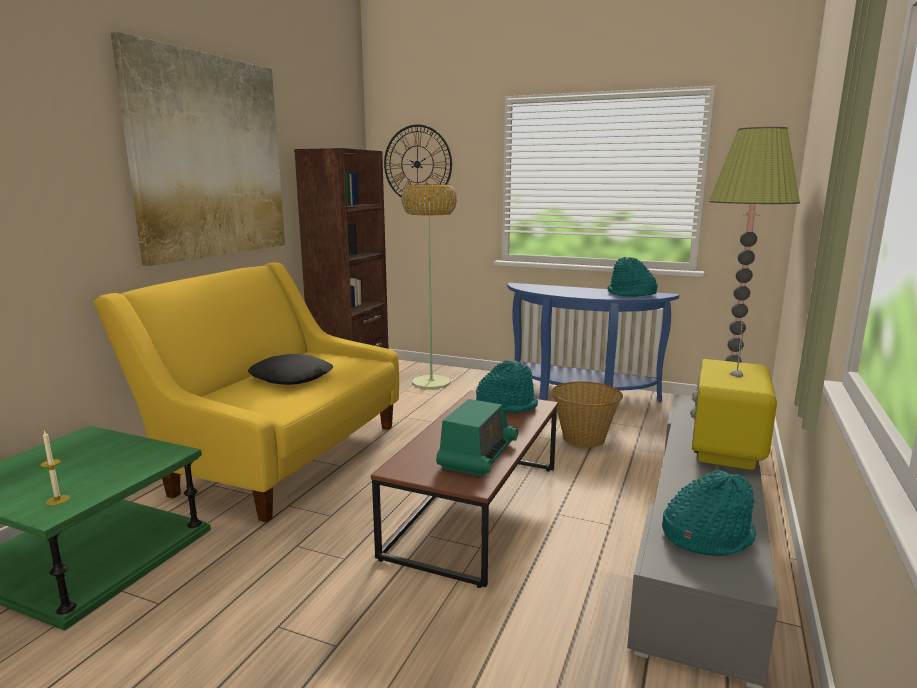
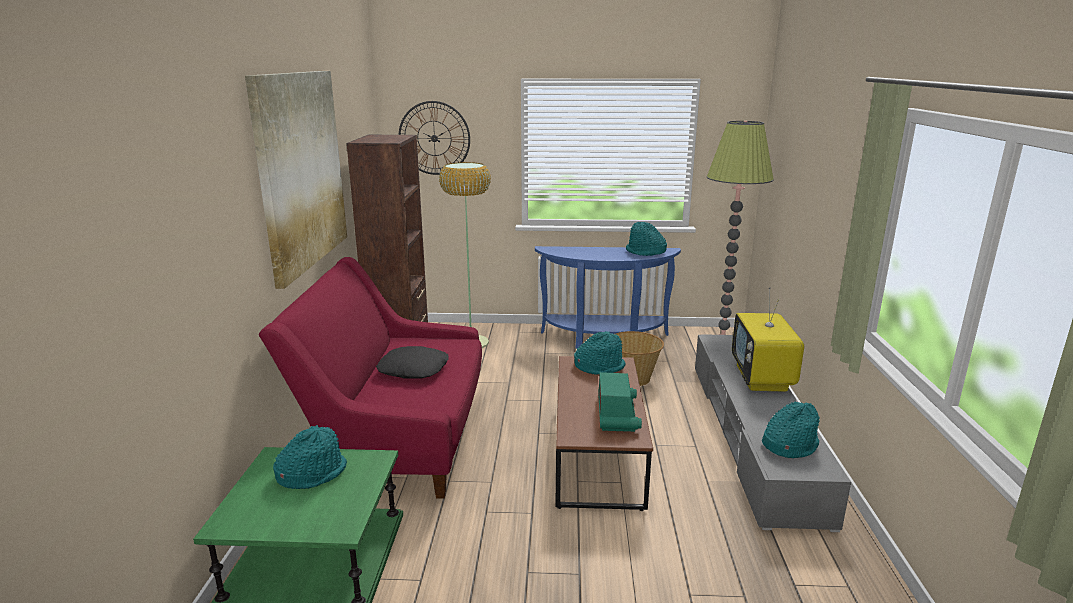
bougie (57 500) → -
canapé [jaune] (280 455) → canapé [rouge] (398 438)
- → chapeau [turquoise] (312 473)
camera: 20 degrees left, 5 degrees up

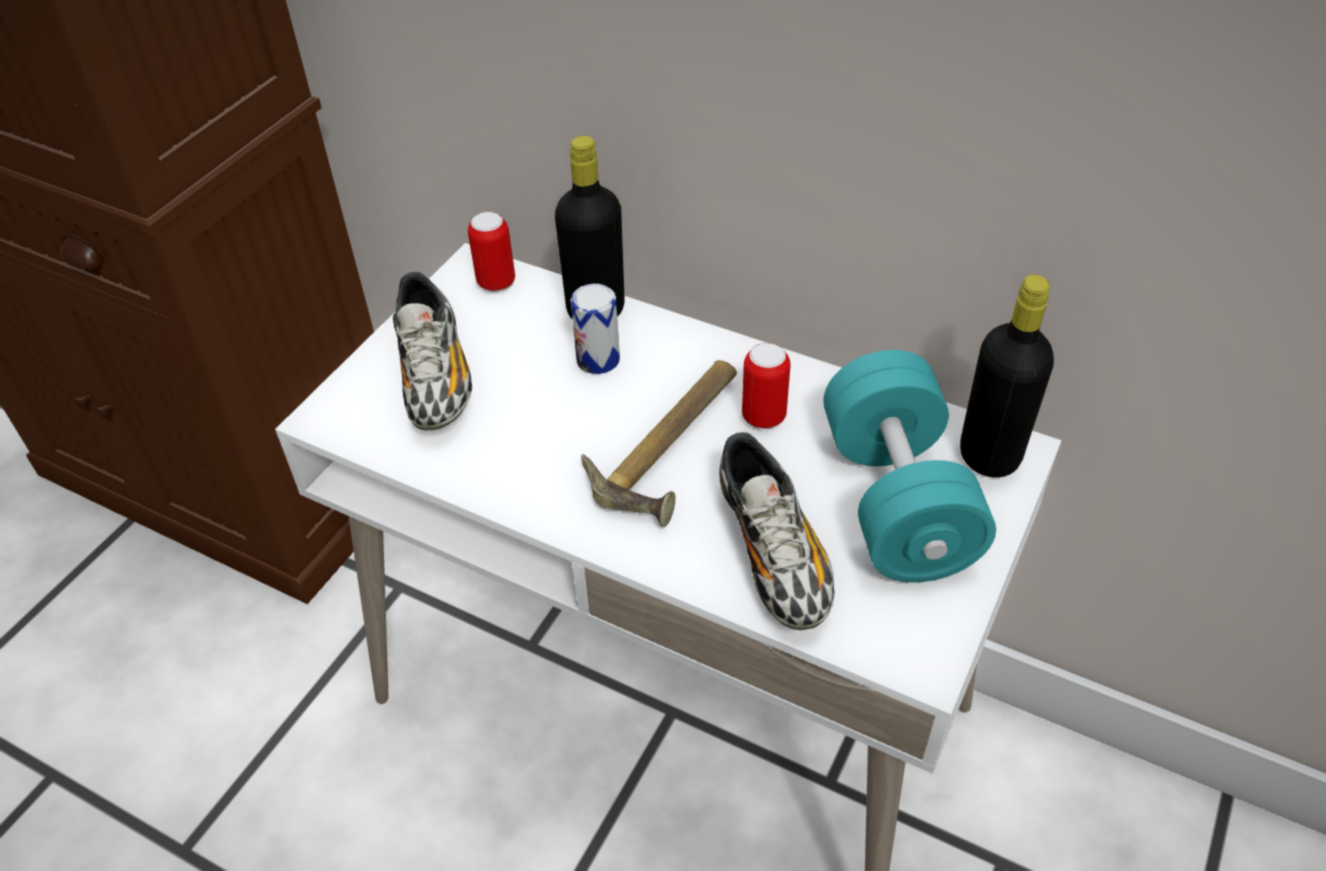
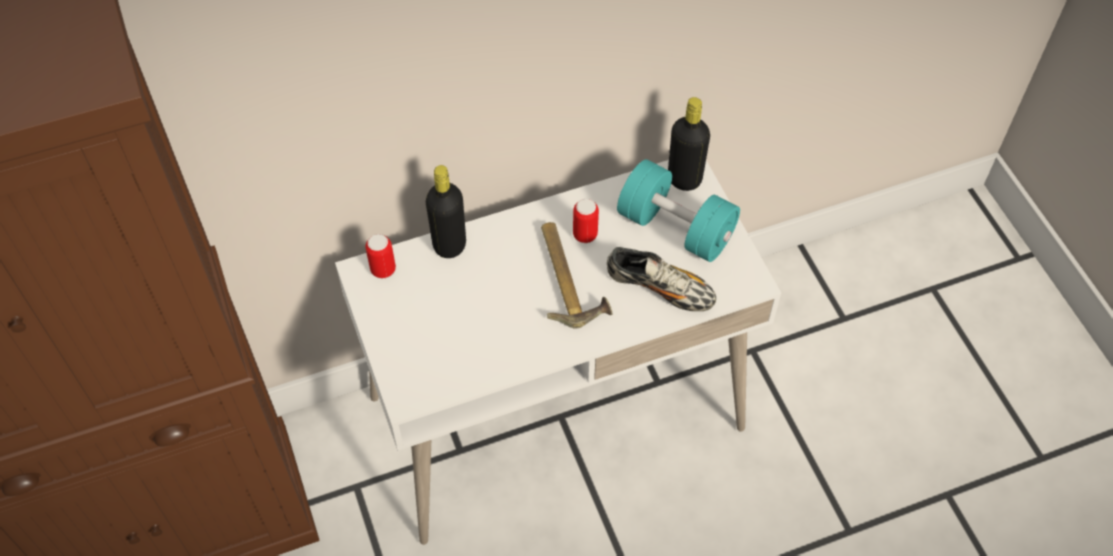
chaussure (435 378) → -
boîte métallique (598 359) → -
camera: 50 degrees left, 10 degrees up

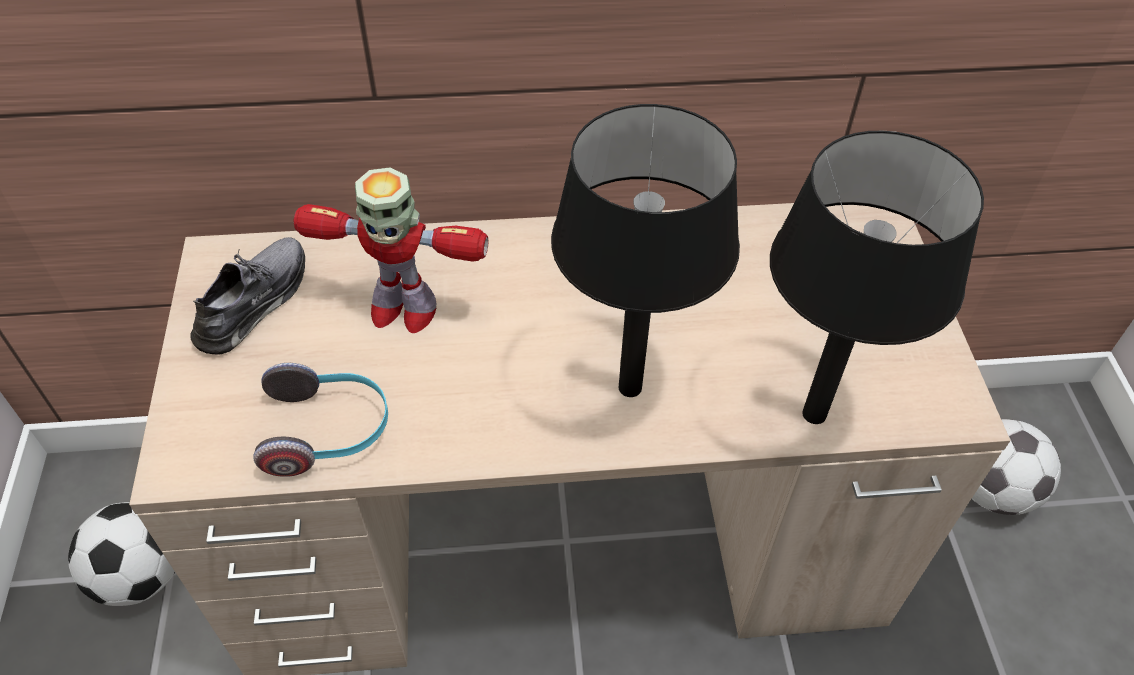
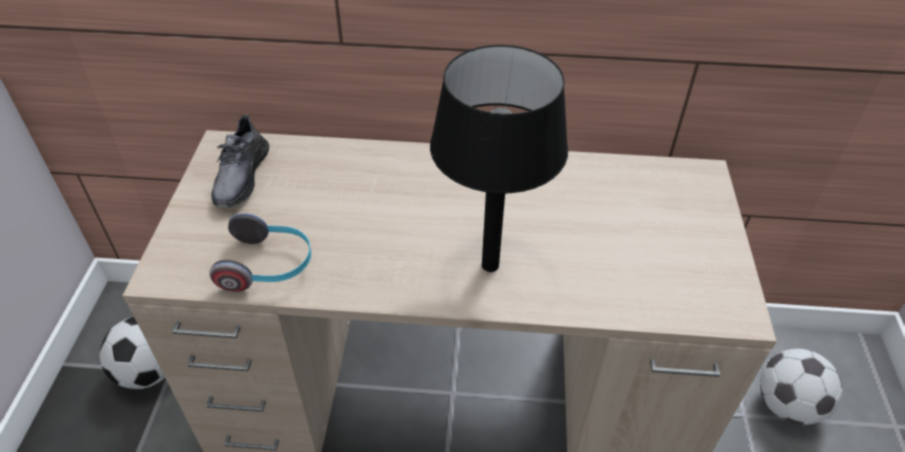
chaussure [gris] (255 302) → chaussure [gris] (241 176), 150 degrees clockwise
robot jouet (402 309) → -
lampe de table [noir] (814 415) → -
camera: 10 degrees right, 5 degrees down

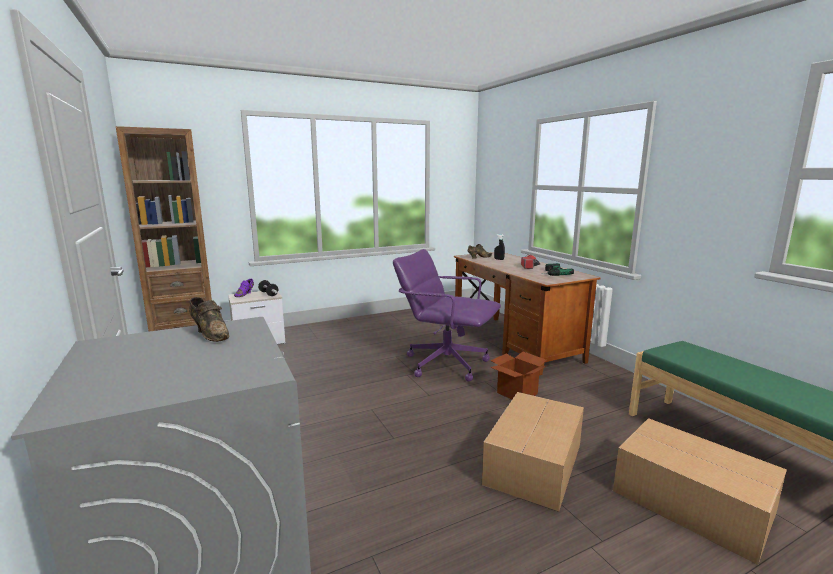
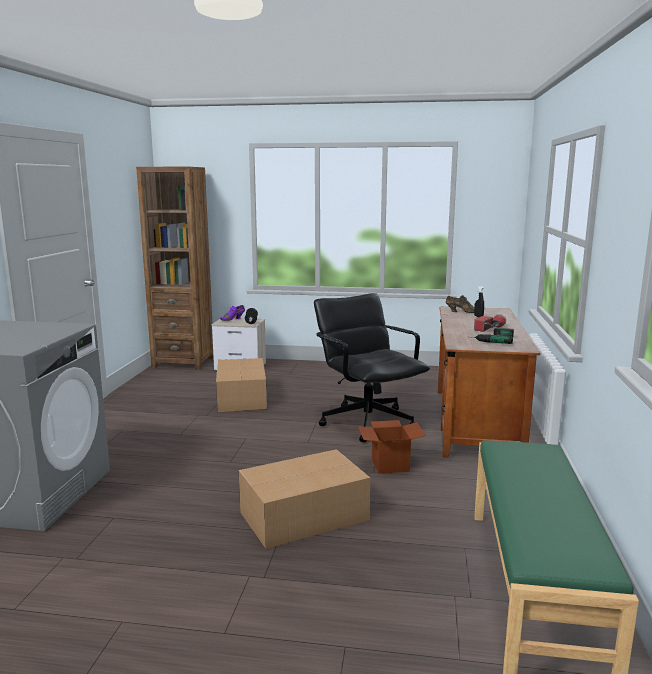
chaussure [marron] (210 334) → -
chaise de bureau [violet] (445 363) → chaise de bureau [noir] (367 422)
carton (689 501) → carton (242 397), moved
camera: 35 degrees right, 0 degrees up

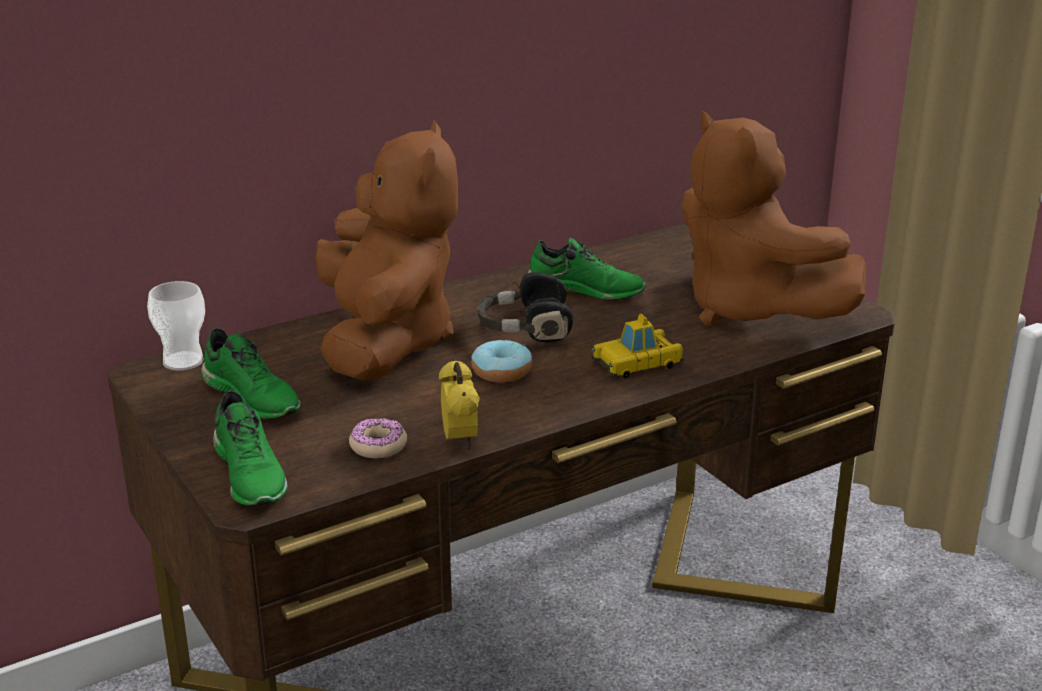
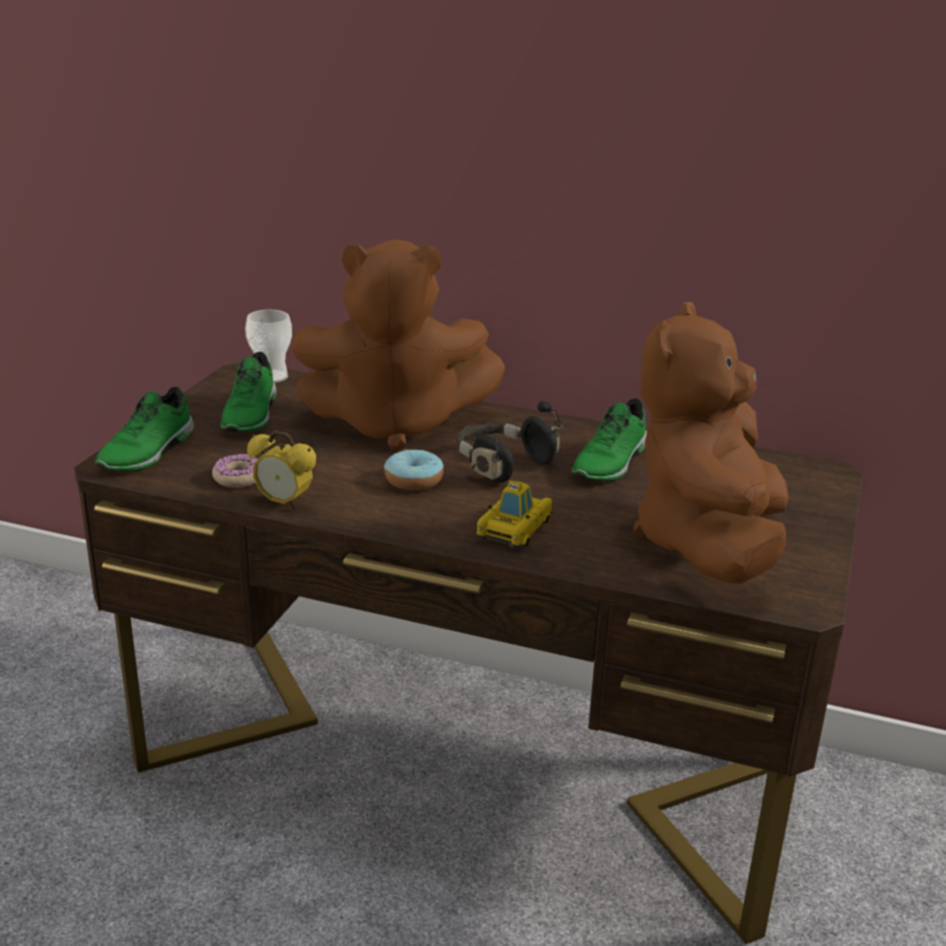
peluche [marron] (385 342) → peluche [marron] (395 424), 45 degrees clockwise
réveil (460 441) → réveil (284 503), 75 degrees clockwise
chaussure [vert] (586 290) → chaussure [vert] (612 463), 60 degrees clockwise
petite voiture (637 363) → petite voiture (514 528), 90 degrees clockwise
camera: 50 degrees right, 0 degrees up

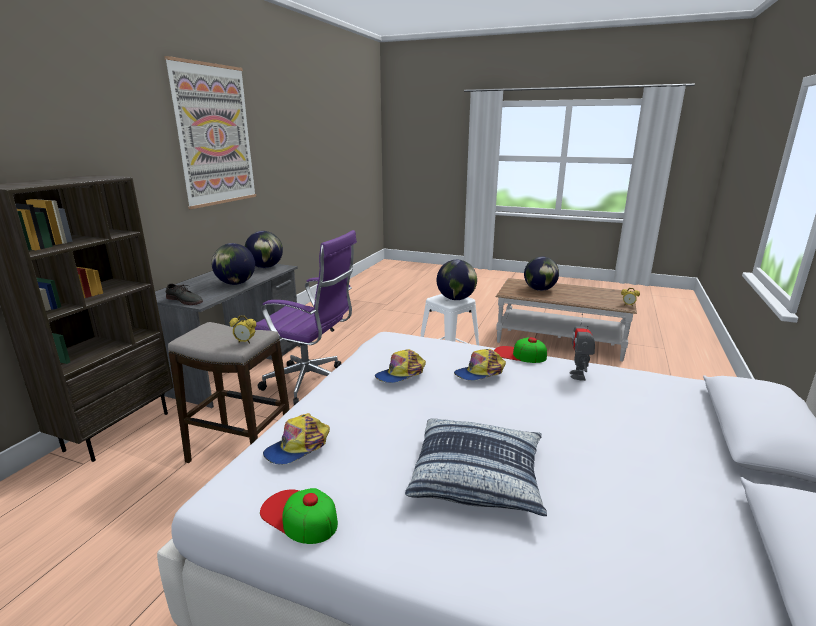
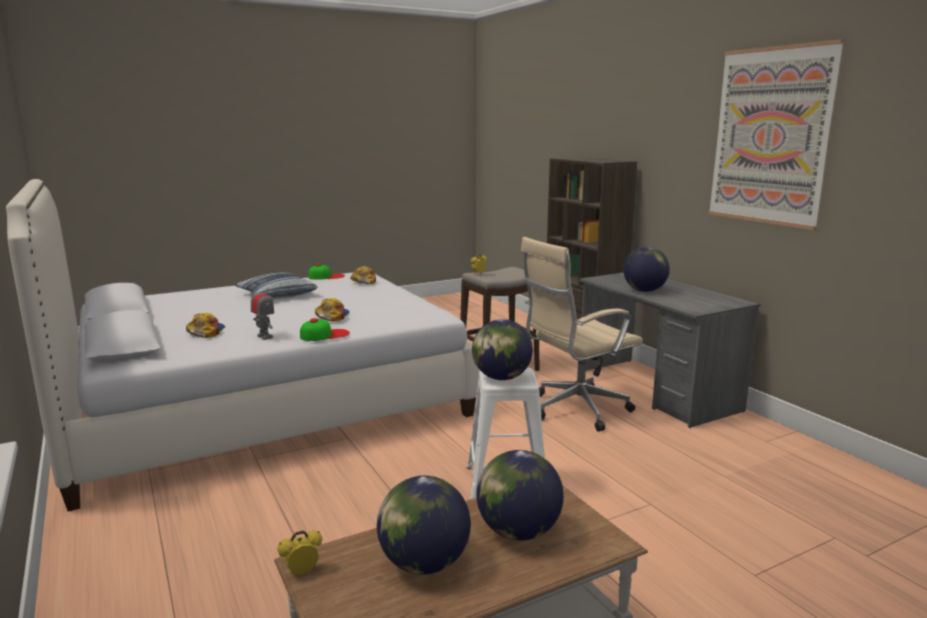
chaussure [gris] (185 300) → -
globe (265 267) → globe (424 564), moved
chaise de bureau [violet] (311 384) → chaise de bureau [beige] (574 410)
casquette (401 374) → casquette (205 331), moved
camera: 130 degrees right, 5 degrees down

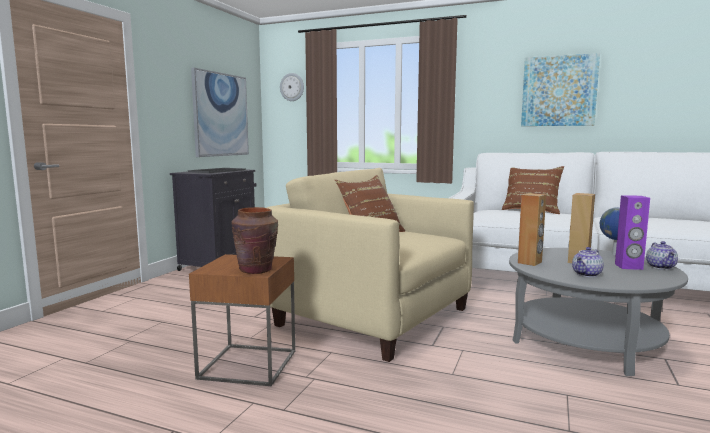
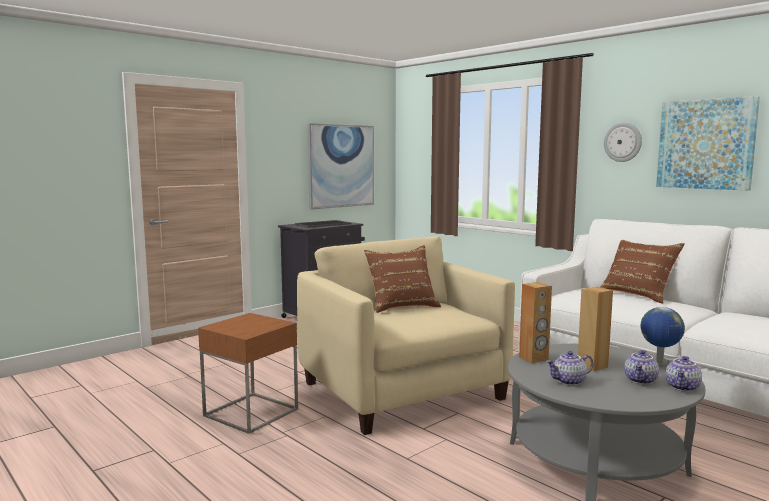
vase [marron] (256 270) → -
horloge murale (292 87) → horloge murale (623 142), moved
enceinte [violet] (628 267) → théière (641 380)
camera: 25 degrees right, 0 degrees up

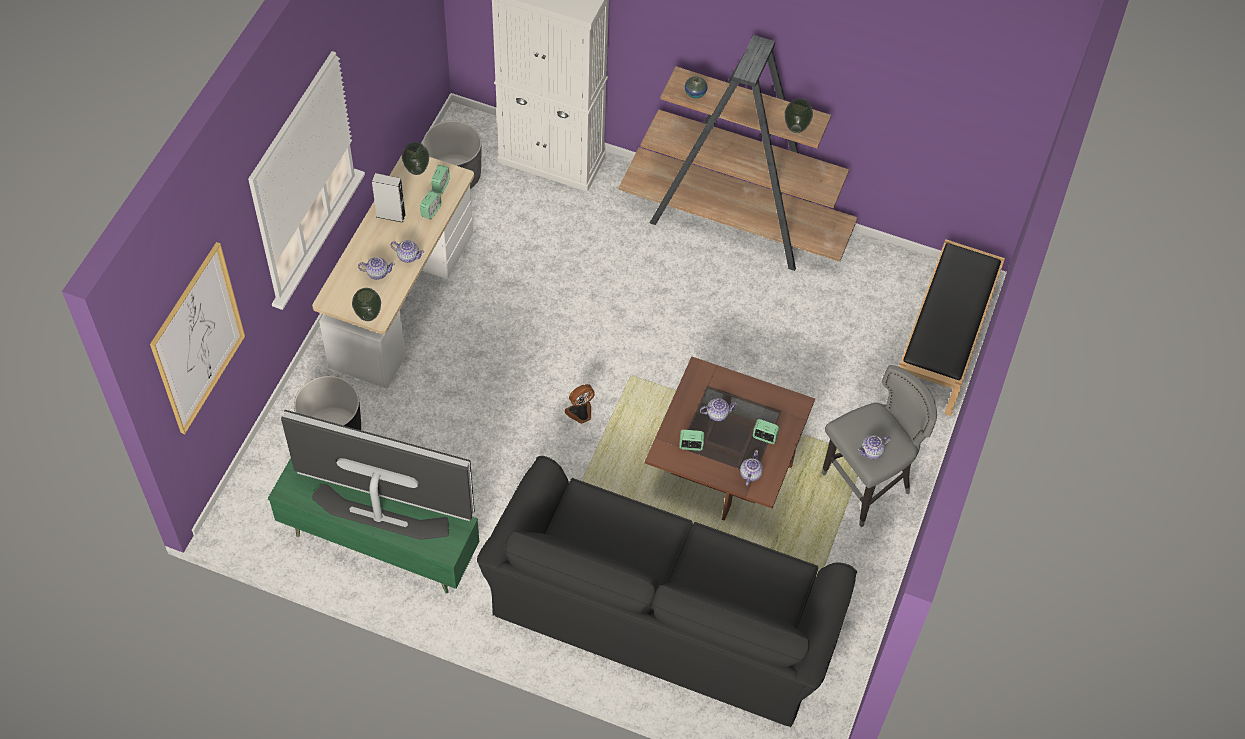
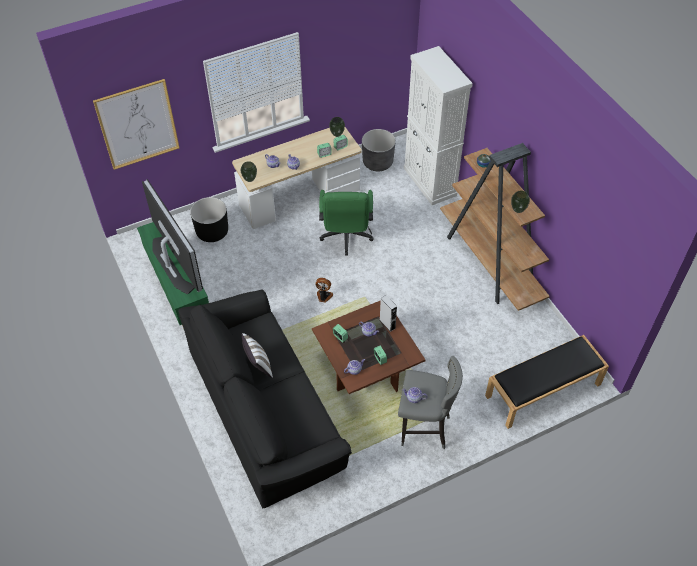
enceinte [gris] (391 215) → enceinte [gris] (387 324), moved
- → coussin [blanc] (258 366)
- → chaise de bureau [vert] (346 238)
camera: 45 degrees right, 5 degrees down

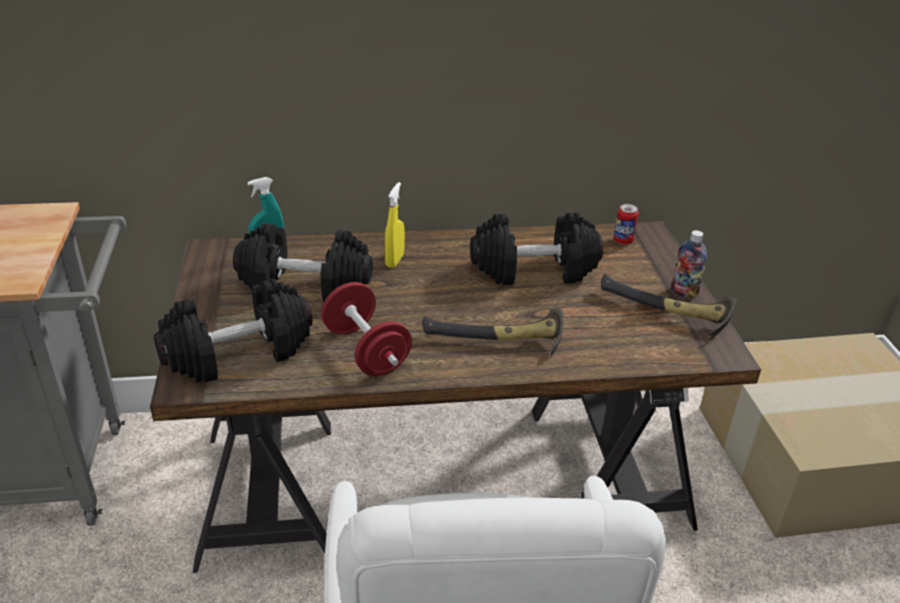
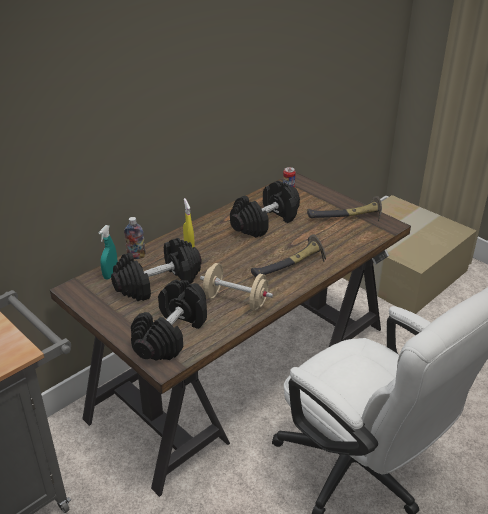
haltère [rouge] (366 351) → haltère [beige] (236 300)
bouteille (683 292) → bouteille (136 256), moved
camera: 35 degrees left, 0 degrees up

